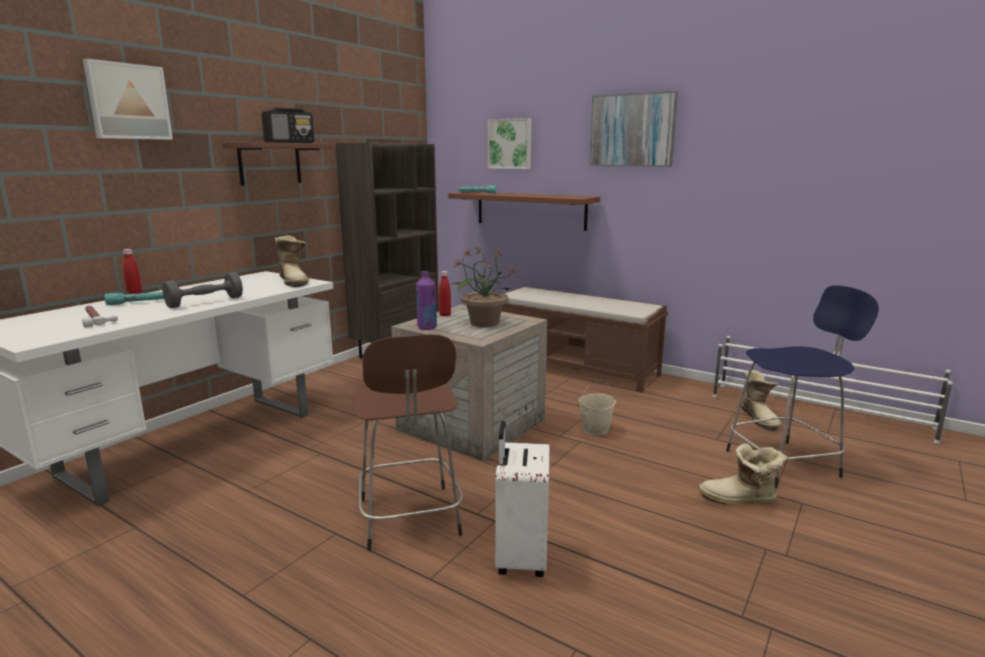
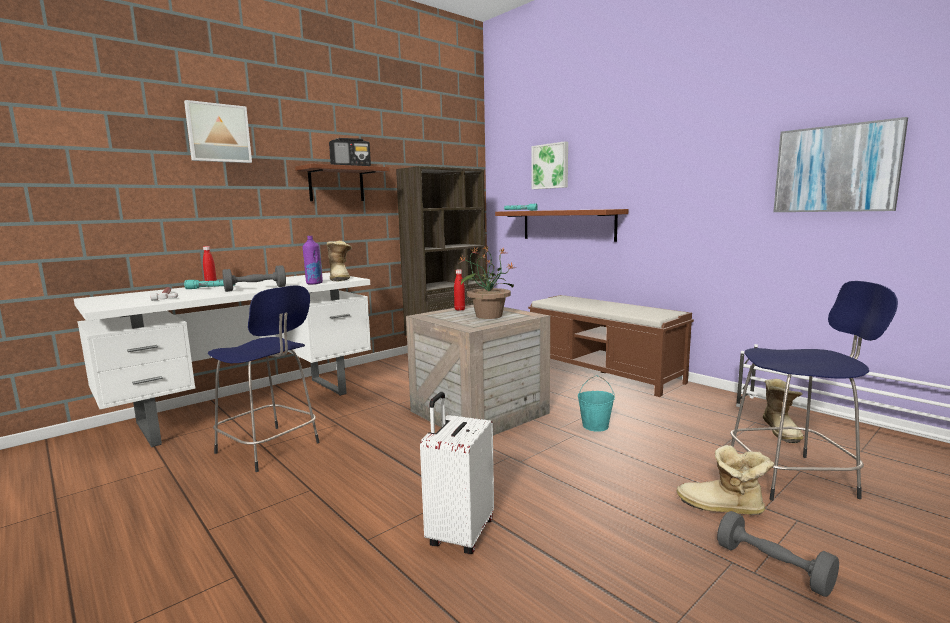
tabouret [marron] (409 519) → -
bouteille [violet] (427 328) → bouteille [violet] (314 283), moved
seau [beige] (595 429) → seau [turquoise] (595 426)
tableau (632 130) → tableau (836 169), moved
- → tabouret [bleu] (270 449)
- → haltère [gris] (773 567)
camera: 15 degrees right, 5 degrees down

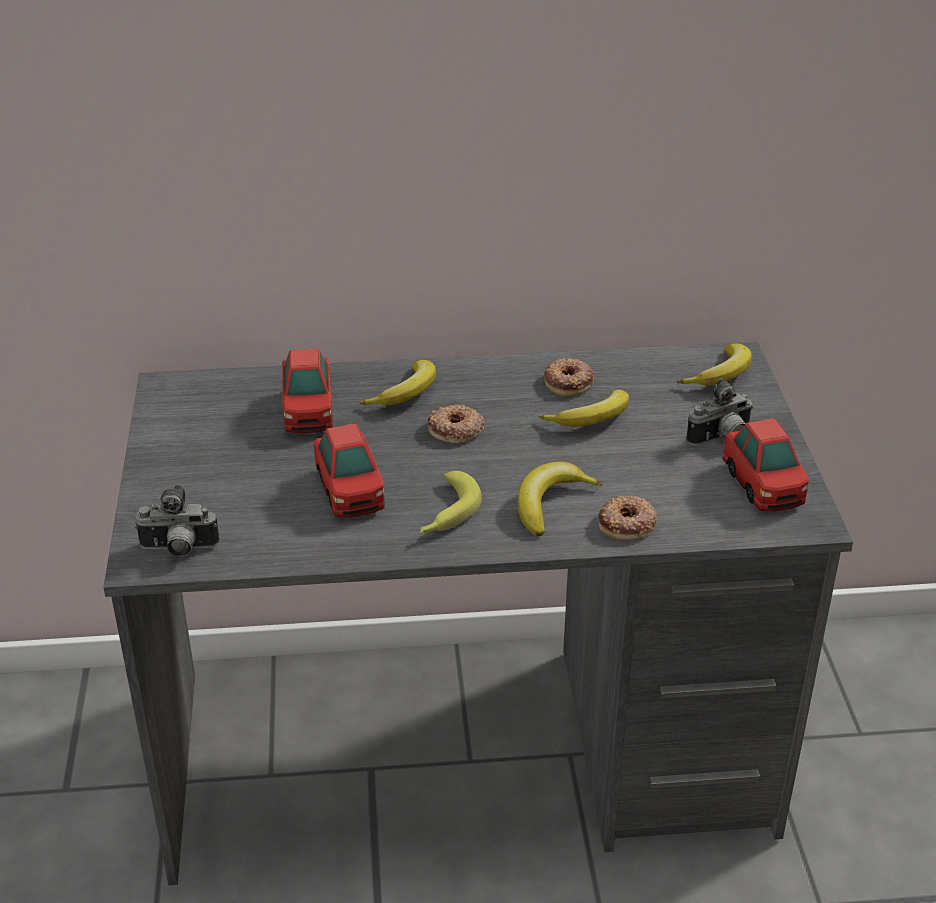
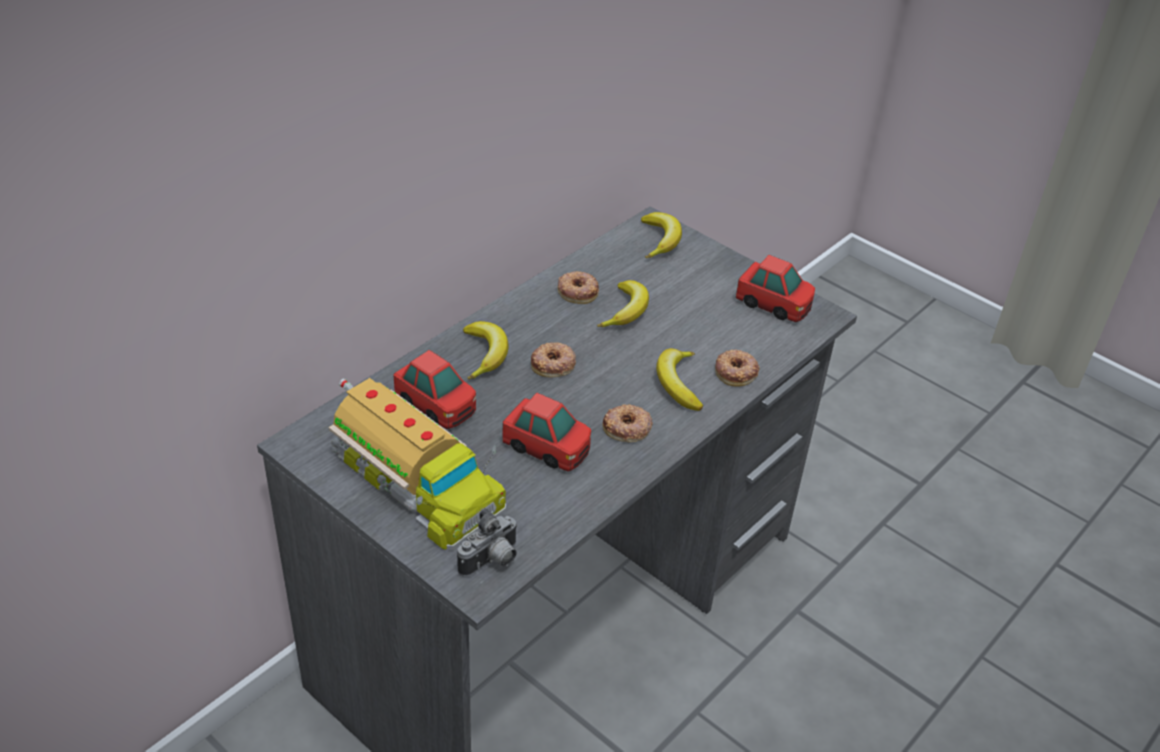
banane (446 514) → beignet (627 428)
appareil photo (721 439) → -
- → camion jouet (414 482)
camera: 45 degrees left, 5 degrees up

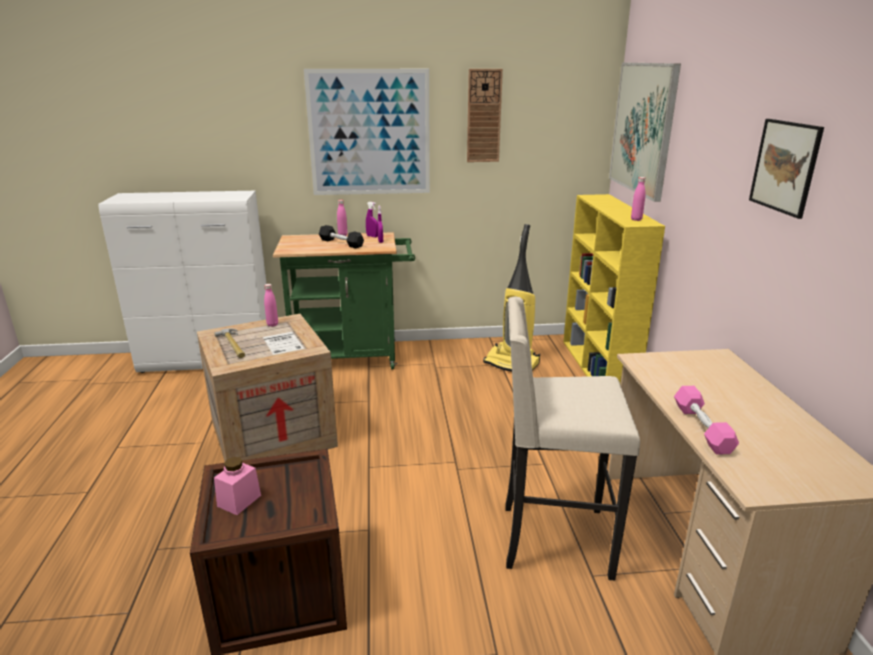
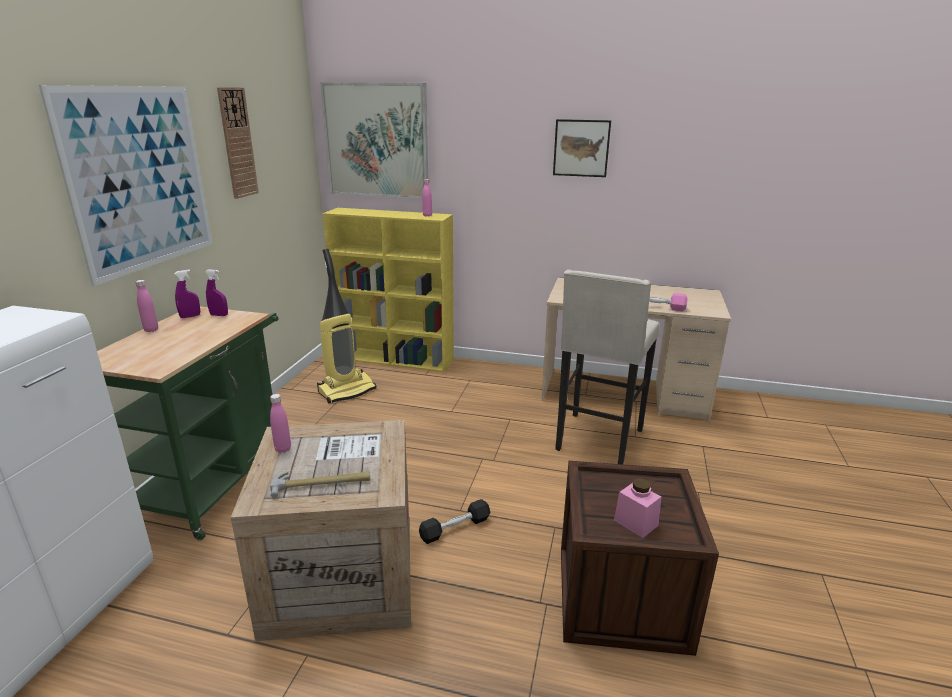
haltère [noir] (341 243) → haltère [noir] (455 528), moved
camera: 70 degrees left, 0 degrees up

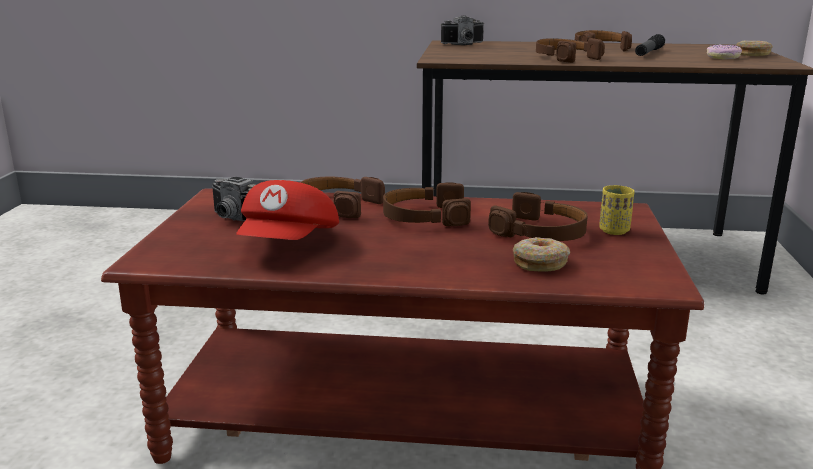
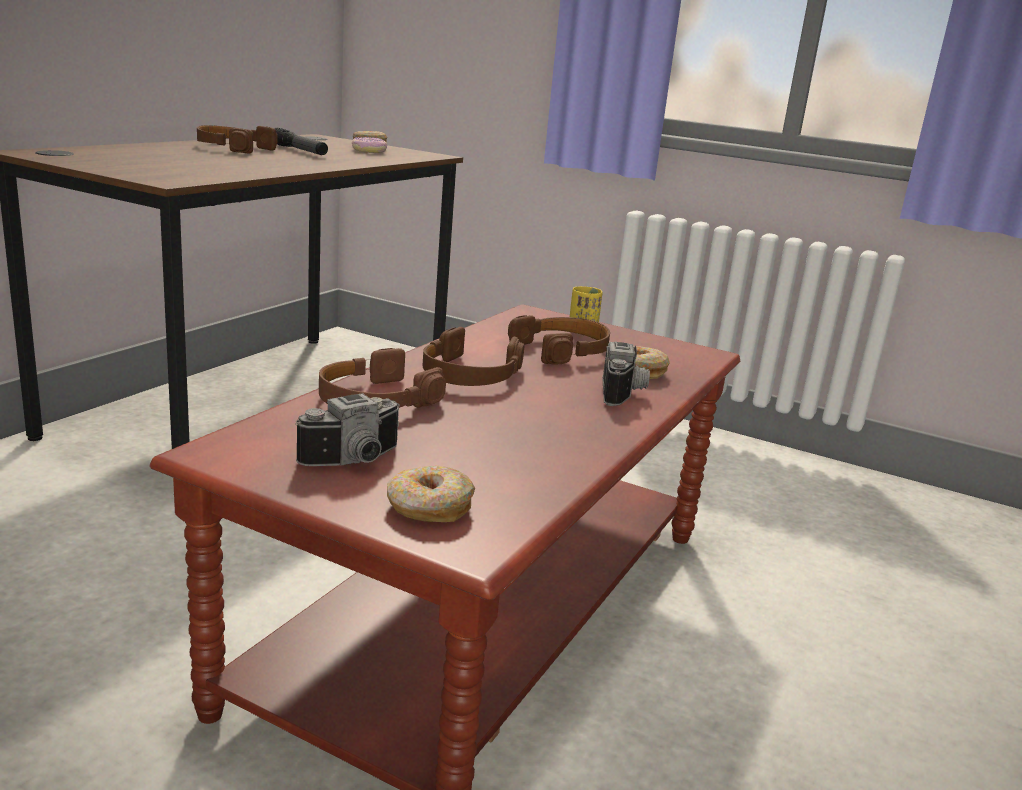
casquette [rouge] (289 244) → -
appareil photo (464 44) → appareil photo (624 393), moved
casque audio [marron] (565 58) → -
- → beignet (429 507)
camera: 70 degrees left, 0 degrees up

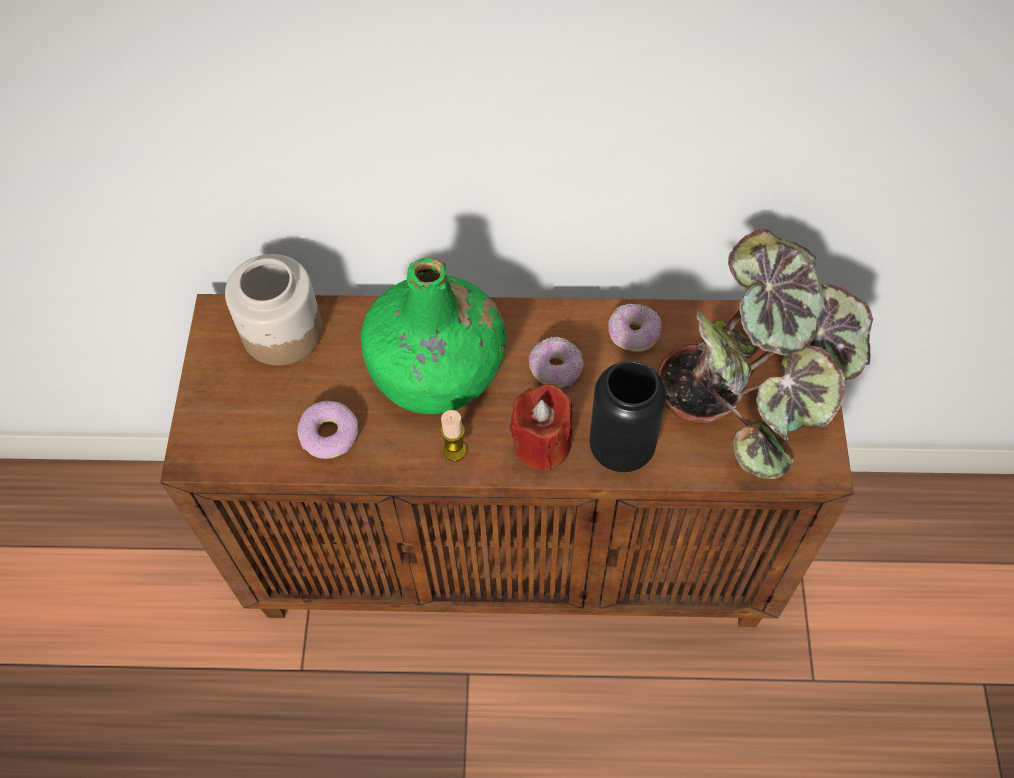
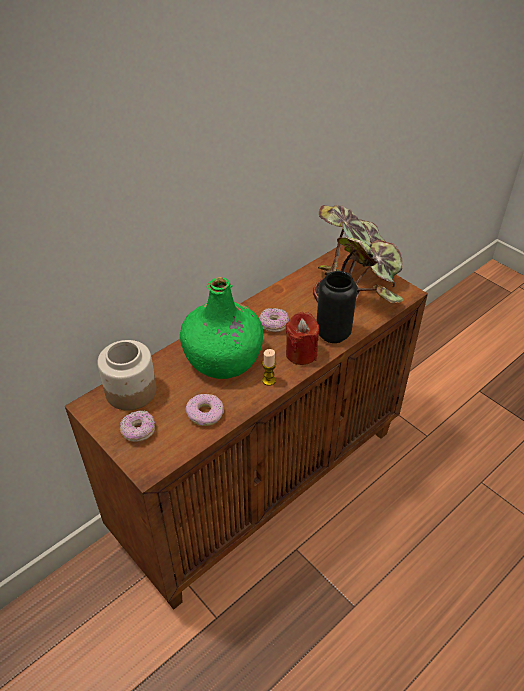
beignet (633 334) → beignet (138 431), moved
camera: 45 degrees left, 15 degrees down

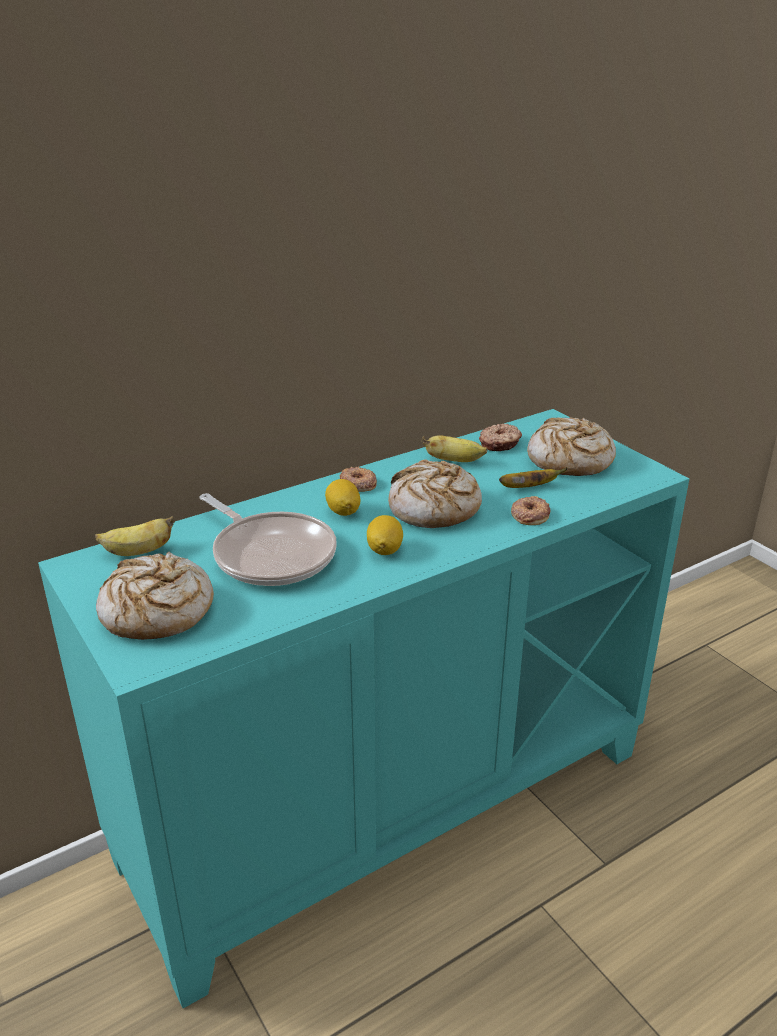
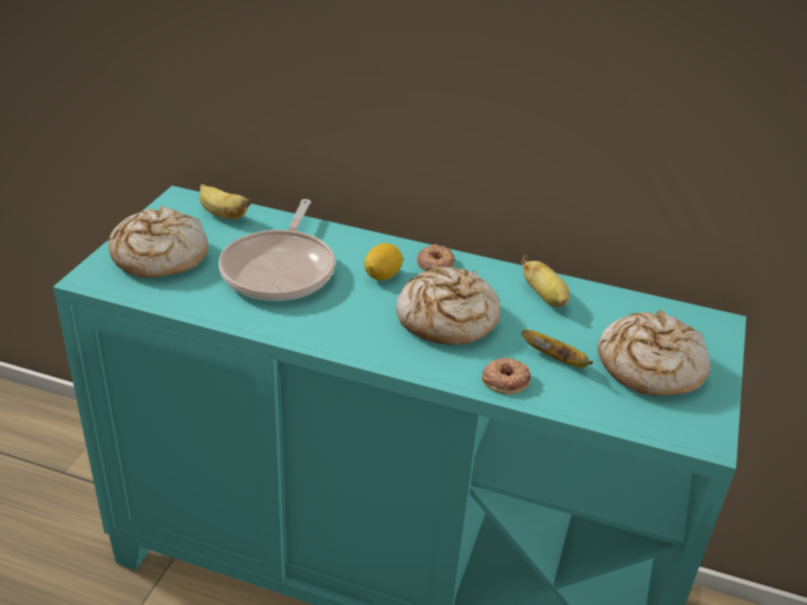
citron (384 550) → -
beignet (500 444) → -
camera: 50 degrees right, 5 degrees up

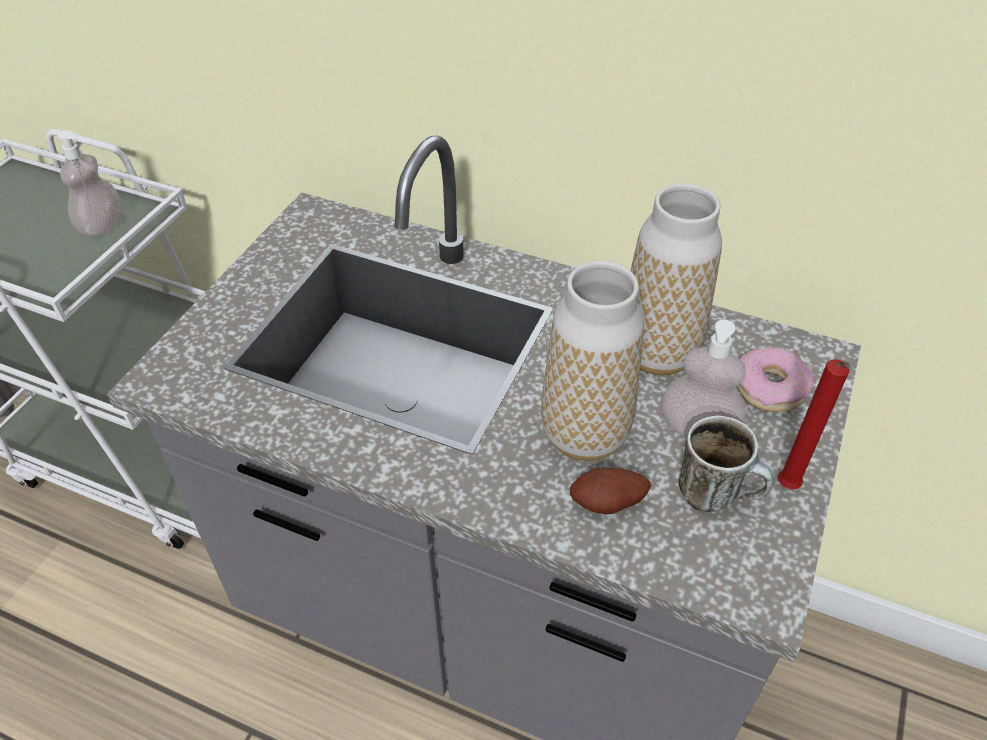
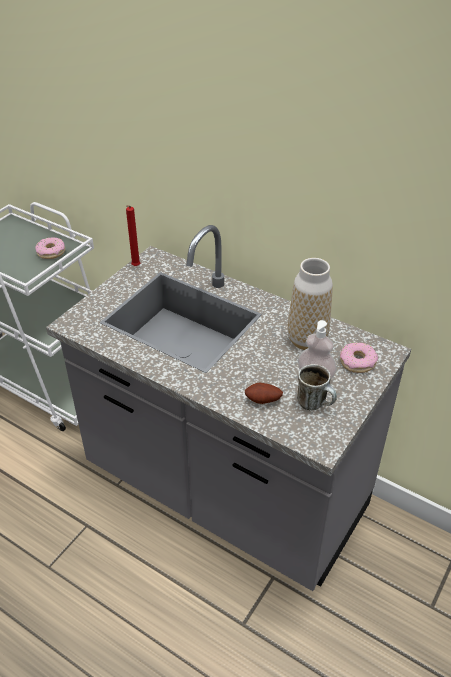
distributeur de savon (102 225) → beignet (51 252)
vase (584 434) → -
bougie [rouge] (787 488) → bougie [rouge] (135 267), moved
camera: 10 degrees right, 5 degrees down

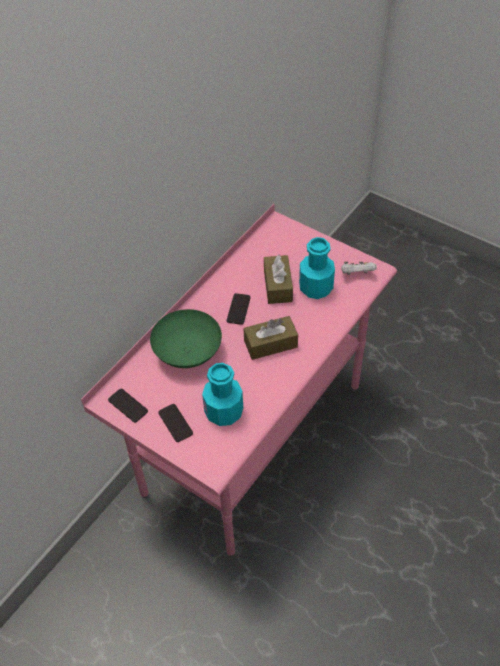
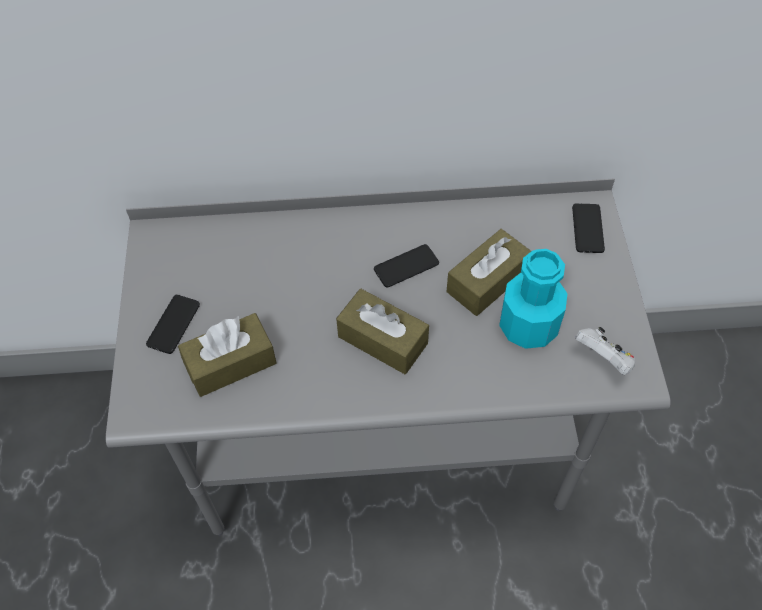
bureau [rose] (253 440) → bureau [gris] (384 444)
téléphone (128 405) → téléphone (587 228), moved
bol [vert] (188 354) → -
bouteille [turquoise] (224 412) → boîte à mouchoirs [marron] (230 363)
camera: 50 degrees right, 5 degrees up

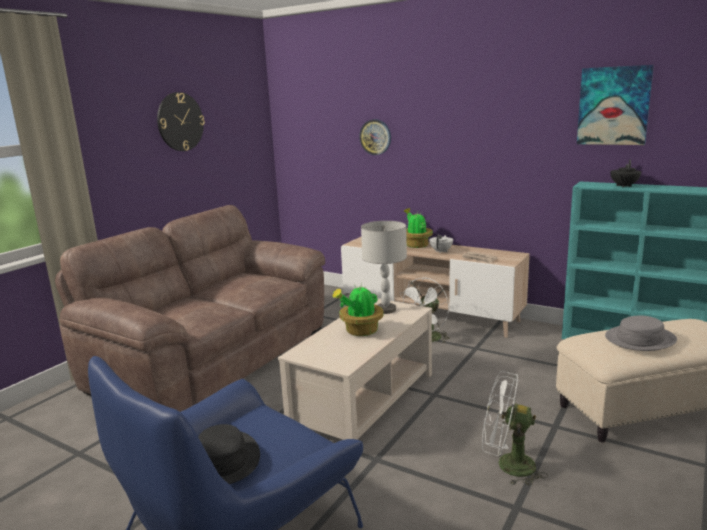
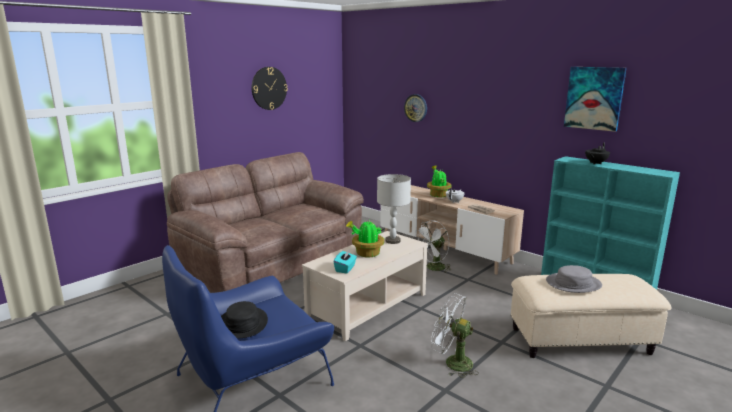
- → boîte à mouchoirs [turquoise] (345 269)
camera: 10 degrees right, 0 degrees up

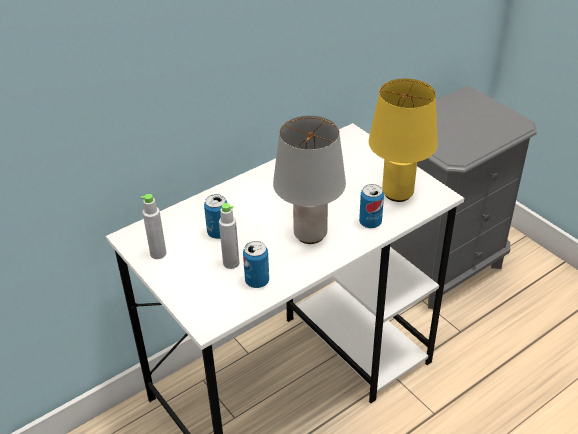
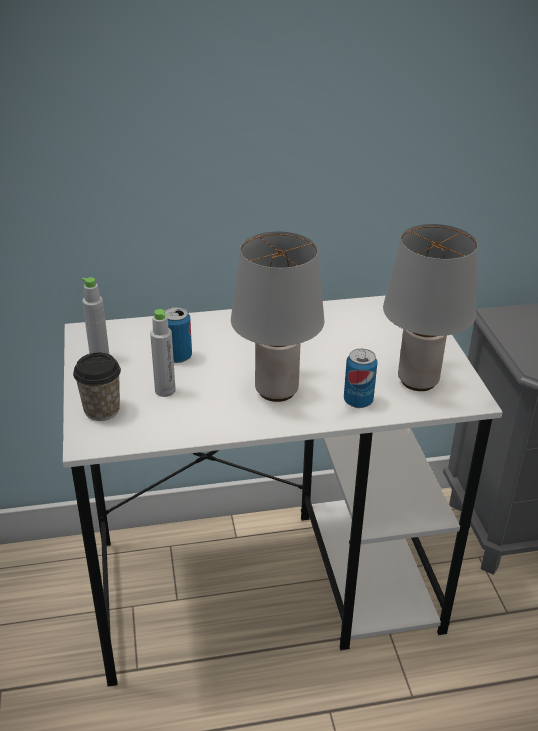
boîte métallique (257 281) → -
lampe de table [jaune] (396 193) → lampe de table [gris] (417 380)
- → tasse (102 410)
camera: 25 degrees right, 5 degrees down

